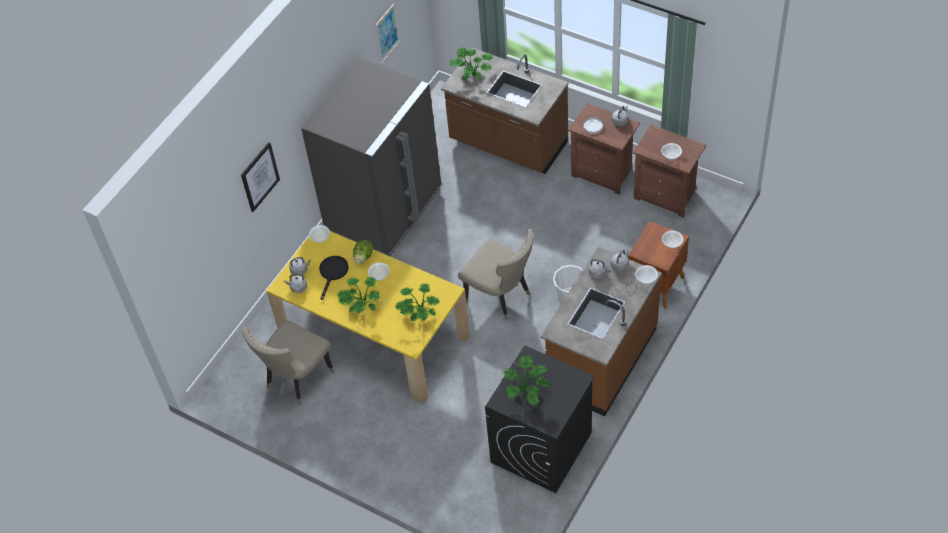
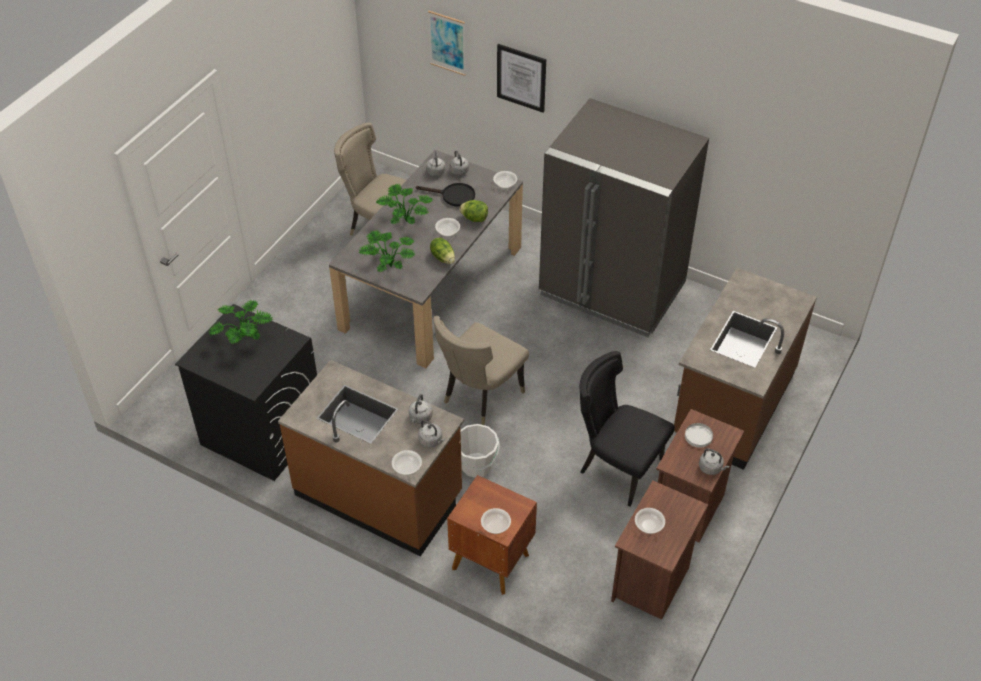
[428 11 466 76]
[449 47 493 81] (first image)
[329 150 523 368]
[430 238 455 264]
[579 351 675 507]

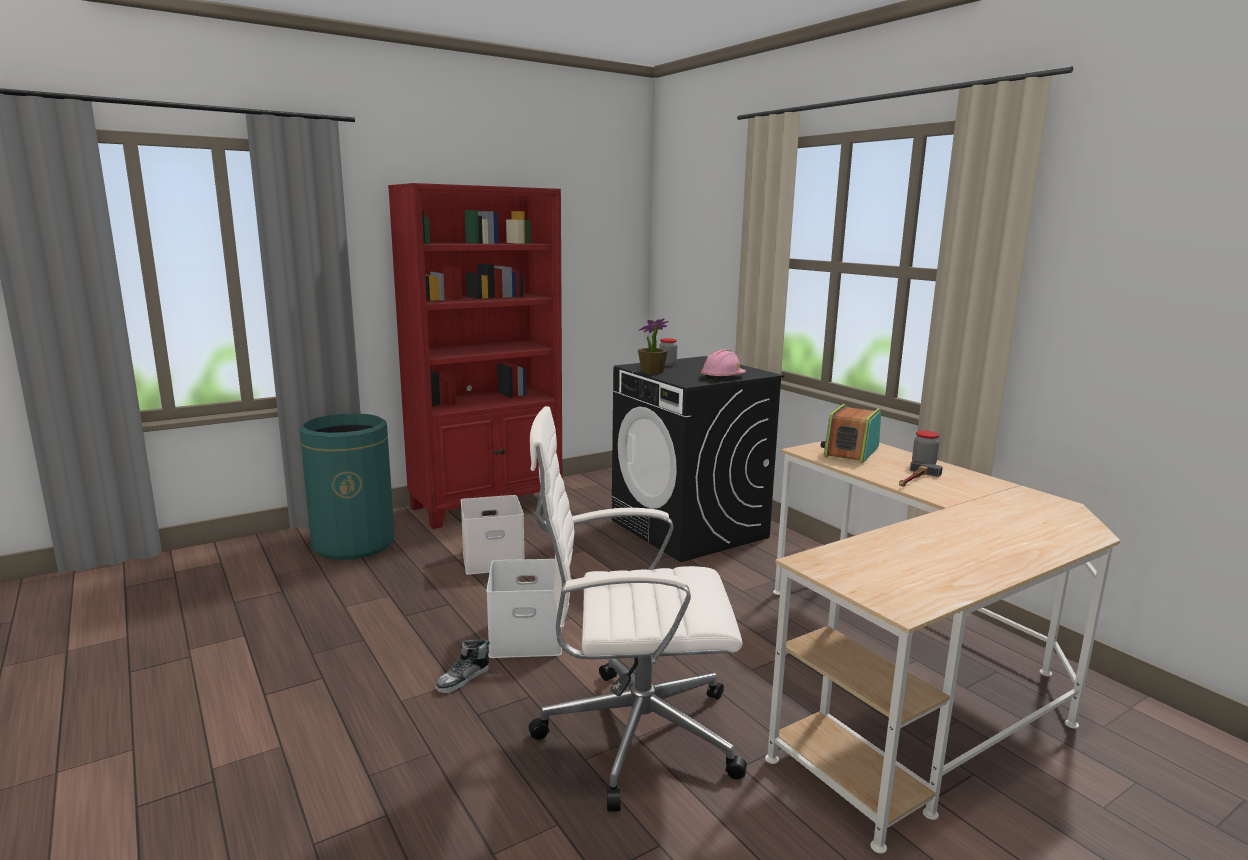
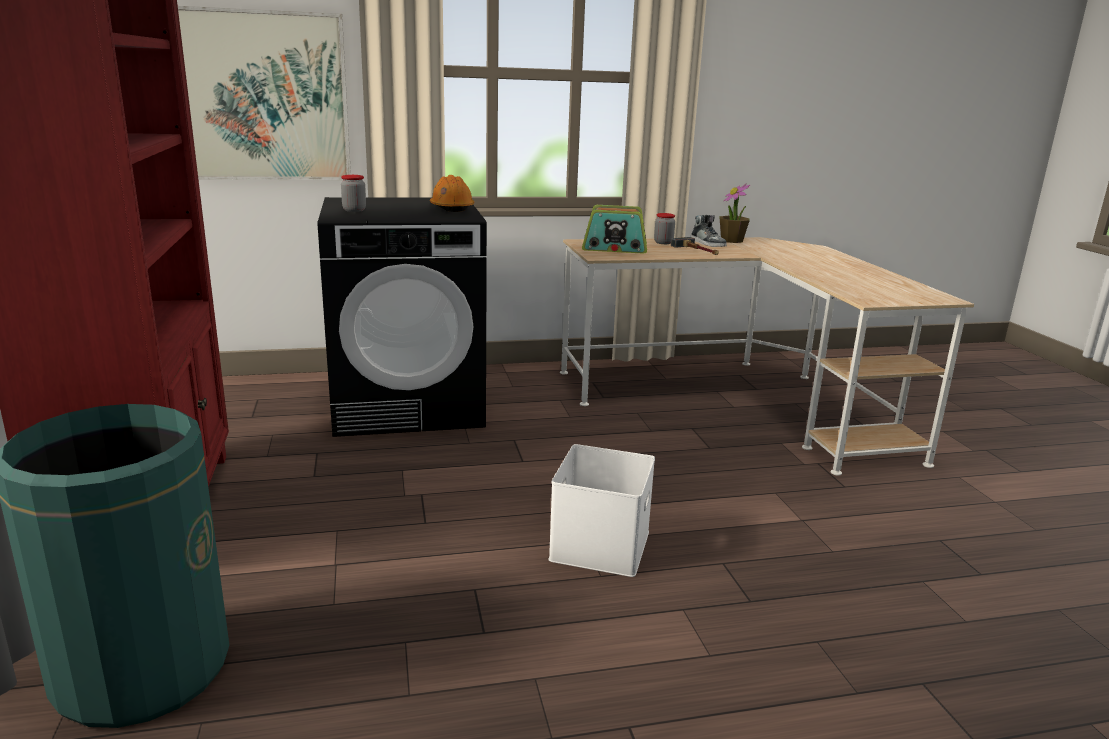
[720 183 750 243]
[430 175 474 212]
[582 205 647 254]
[528 406 747 812] (first image)
[461 495 524 575] (first image)
[691 215 727 247]
[178 6 351 180]

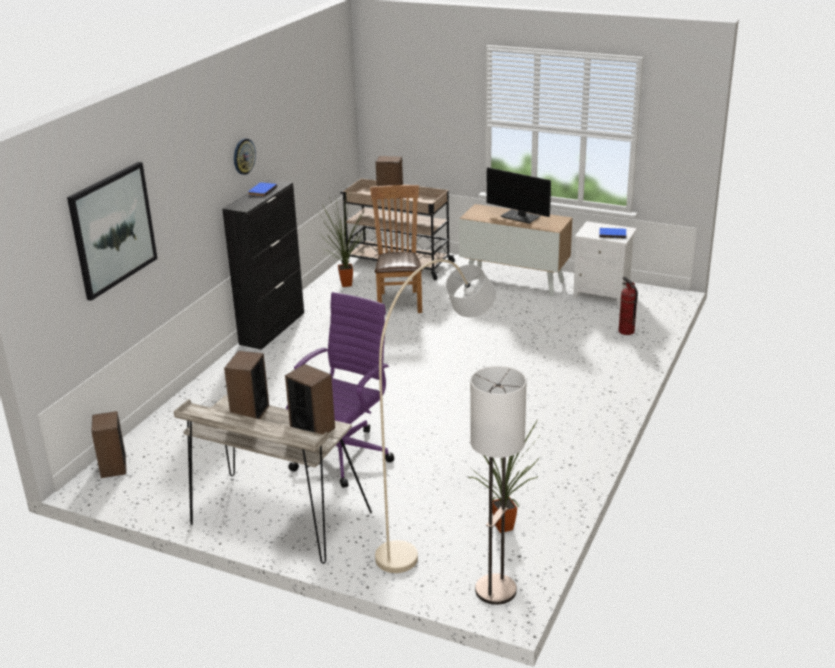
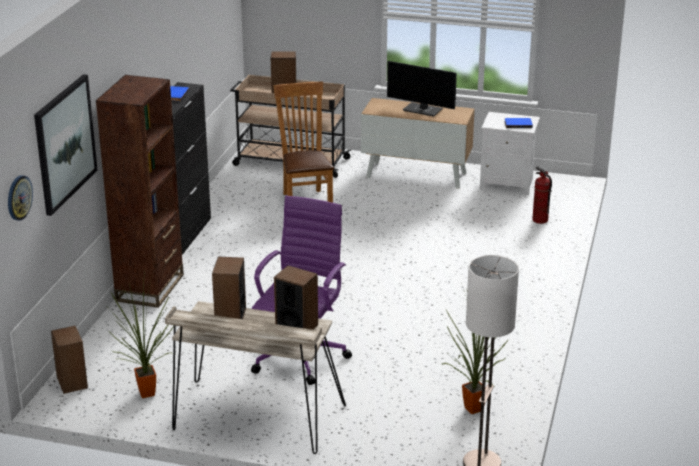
[8 175 33 221]
[108 269 174 398]
[375 259 497 573] (first image)
[96 75 184 308]

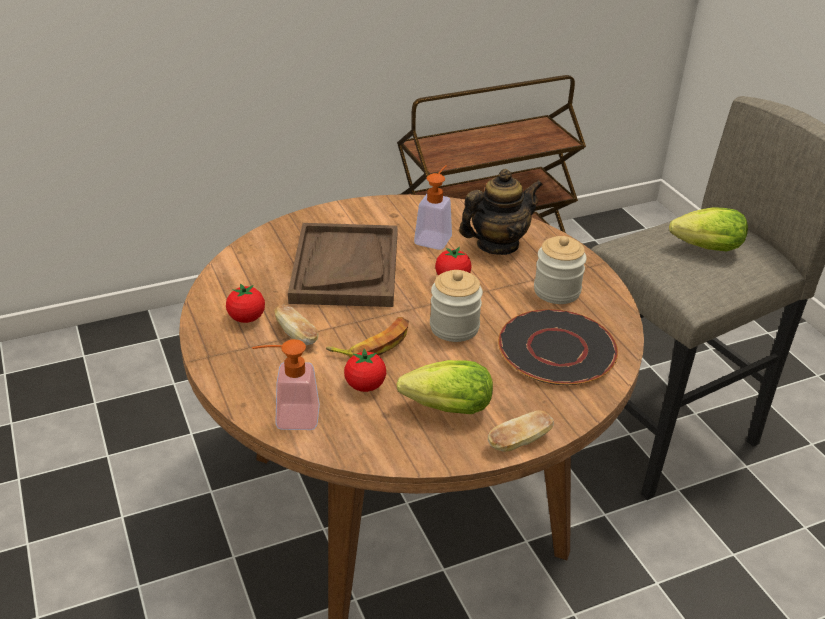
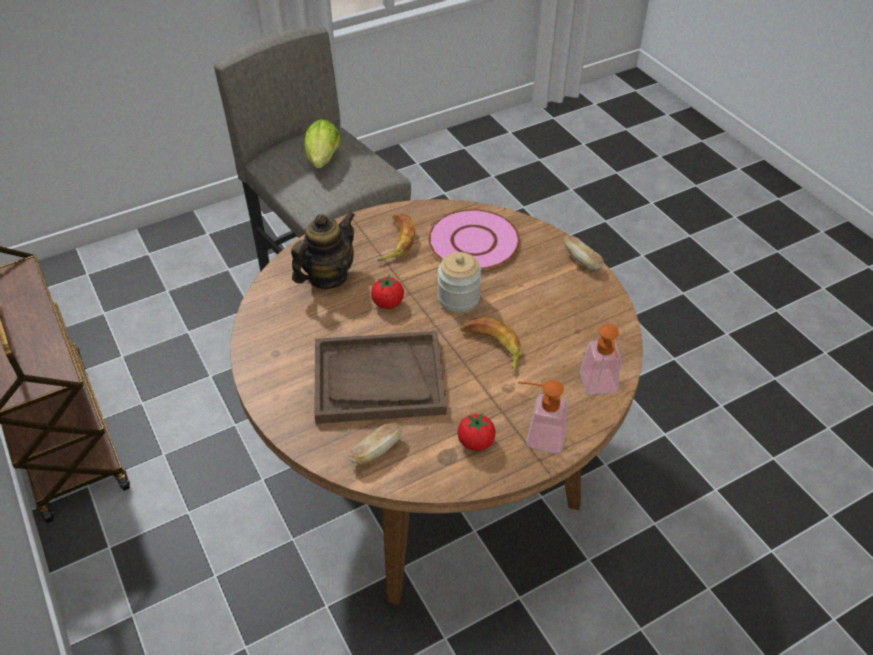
[518 380 567 453]
[291 212 355 289]
[378 214 415 261]
[348 422 402 464]
[428 209 520 270]
[344 348 386 392] (first image)
[396 360 493 414] (first image)

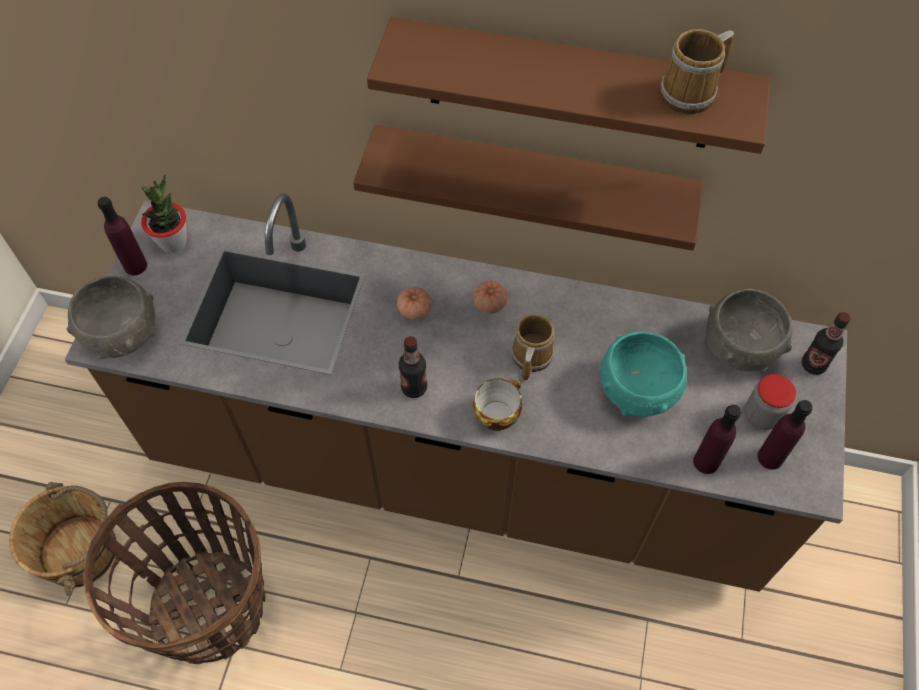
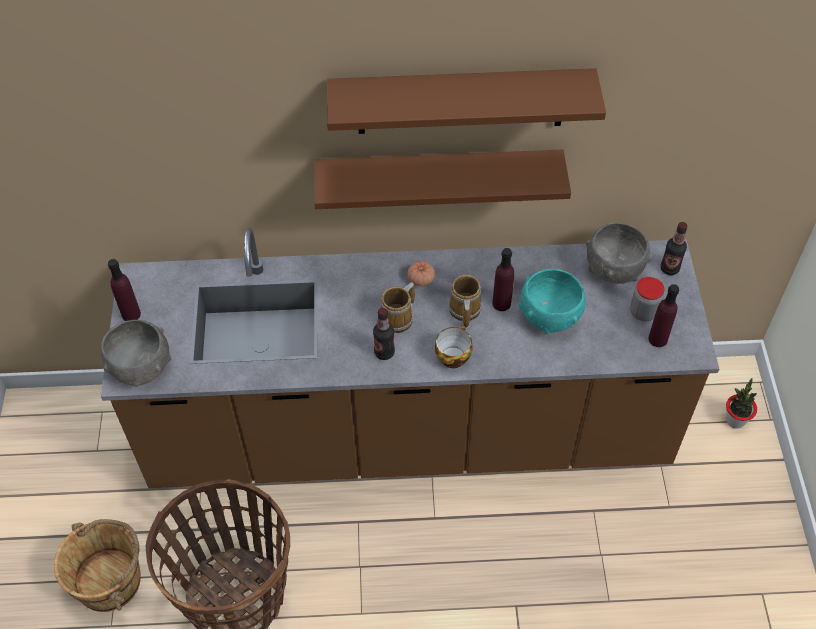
[381 283 415 333]
[726 378 757 428]
[397 287 432 320] (first image)
[492 248 514 311]

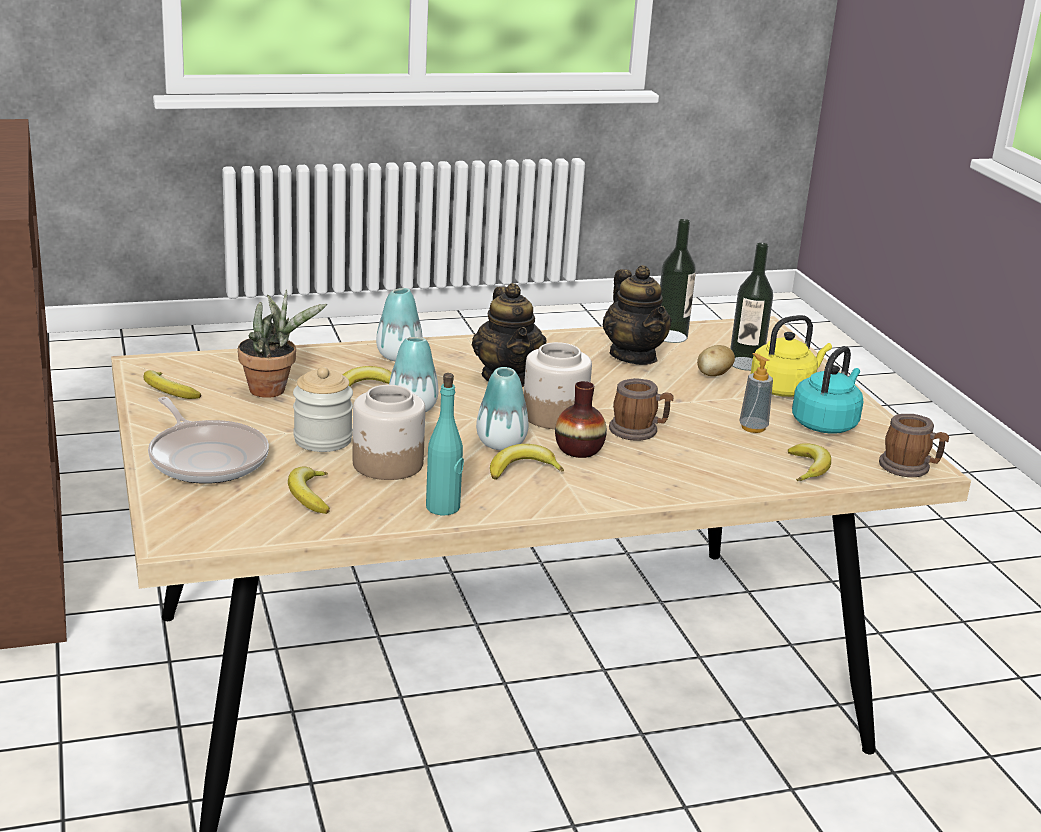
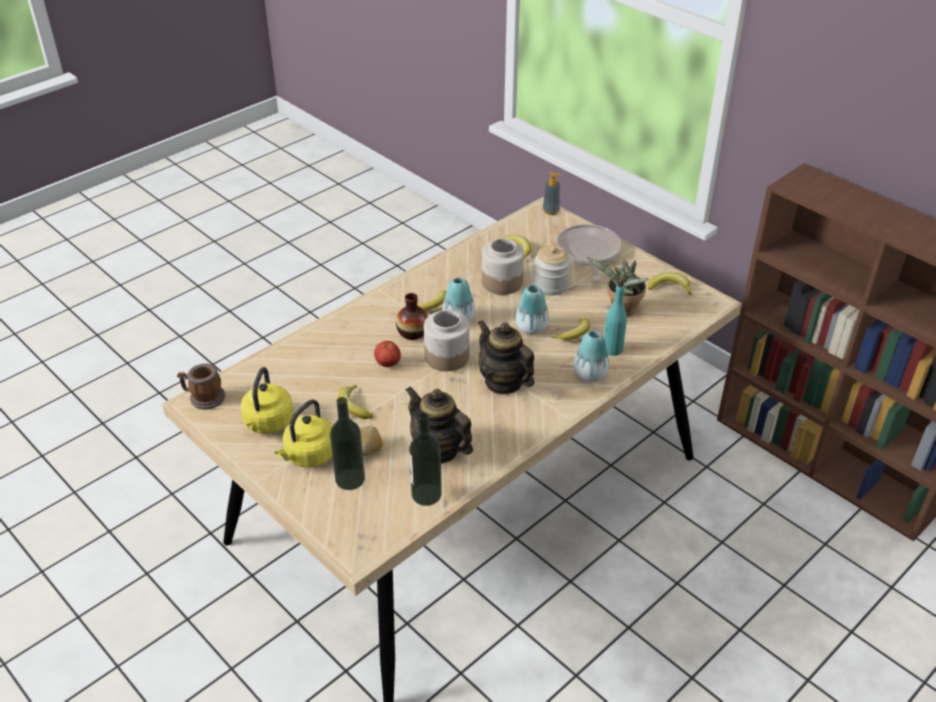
[241 367 294 434]
[543 172 562 215]
[604 278 627 356]
[374 341 401 367]
[556 224 622 280]
[338 385 373 419]

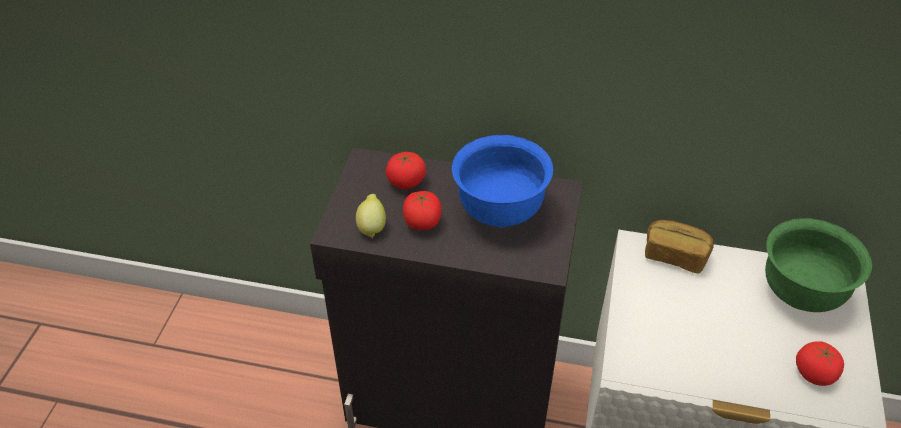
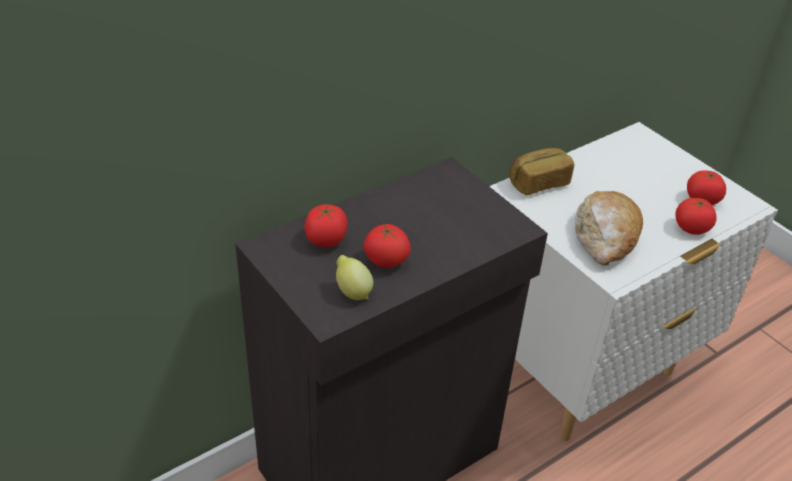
[452 135 553 227] (first image)
[765 218 872 312] (first image)
[575 191 643 266]
[675 198 716 235]

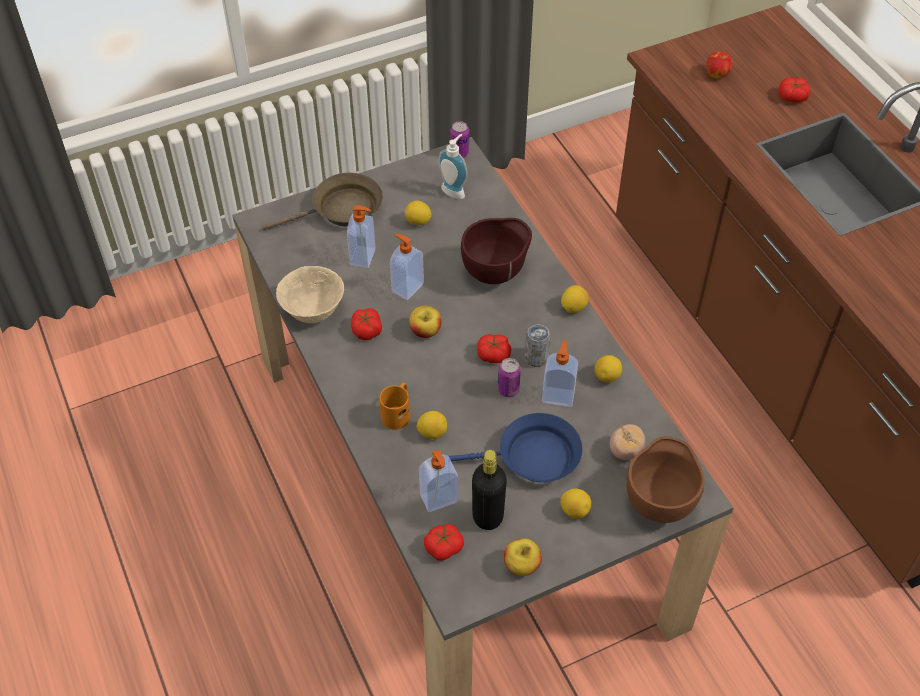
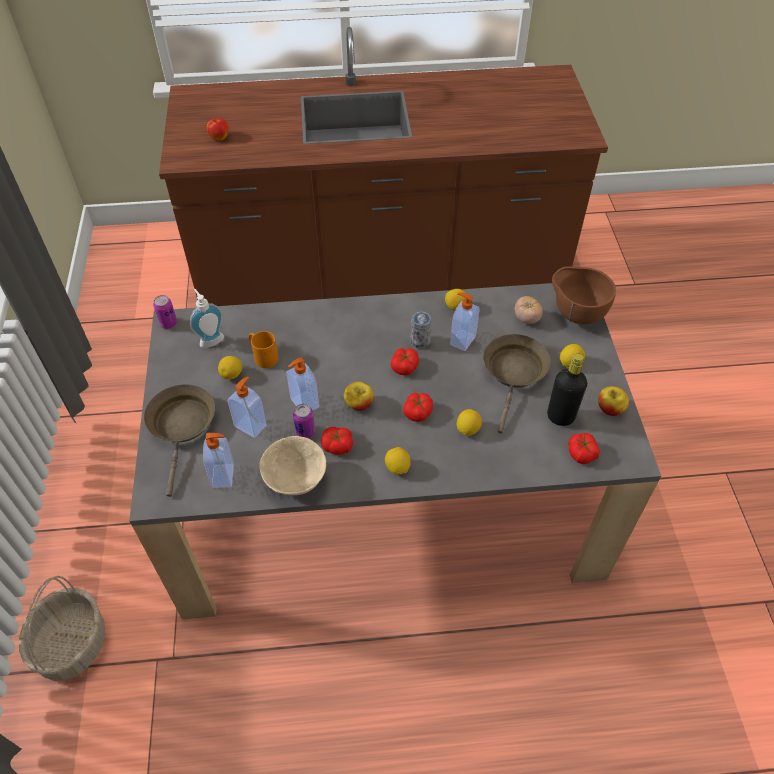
[403 393 433 422]
[461 218 532 284] (first image)
[385 447 410 475]
[293 404 315 439]
[249 331 278 368]
[483 334 551 434]
[203 433 234 488]
[19 576 105 681]

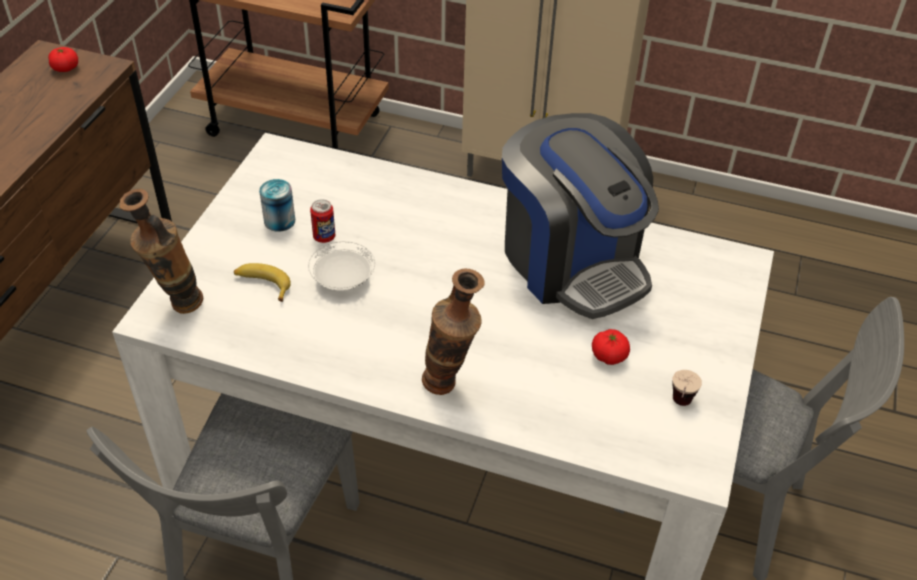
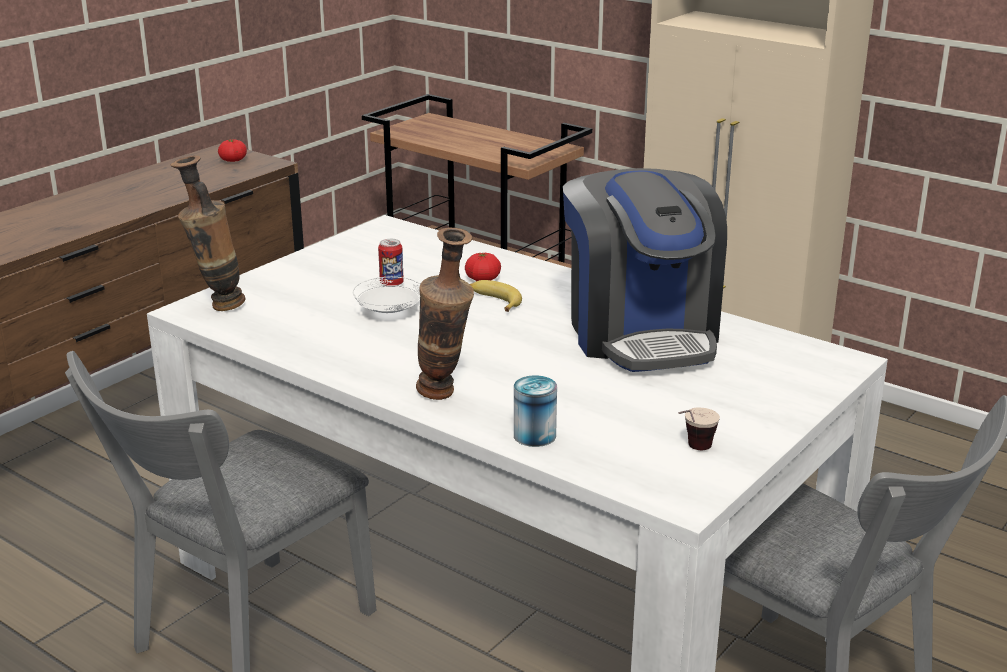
[514 376 557 447]
[470 280 522 312]
[465 253 501 281]

